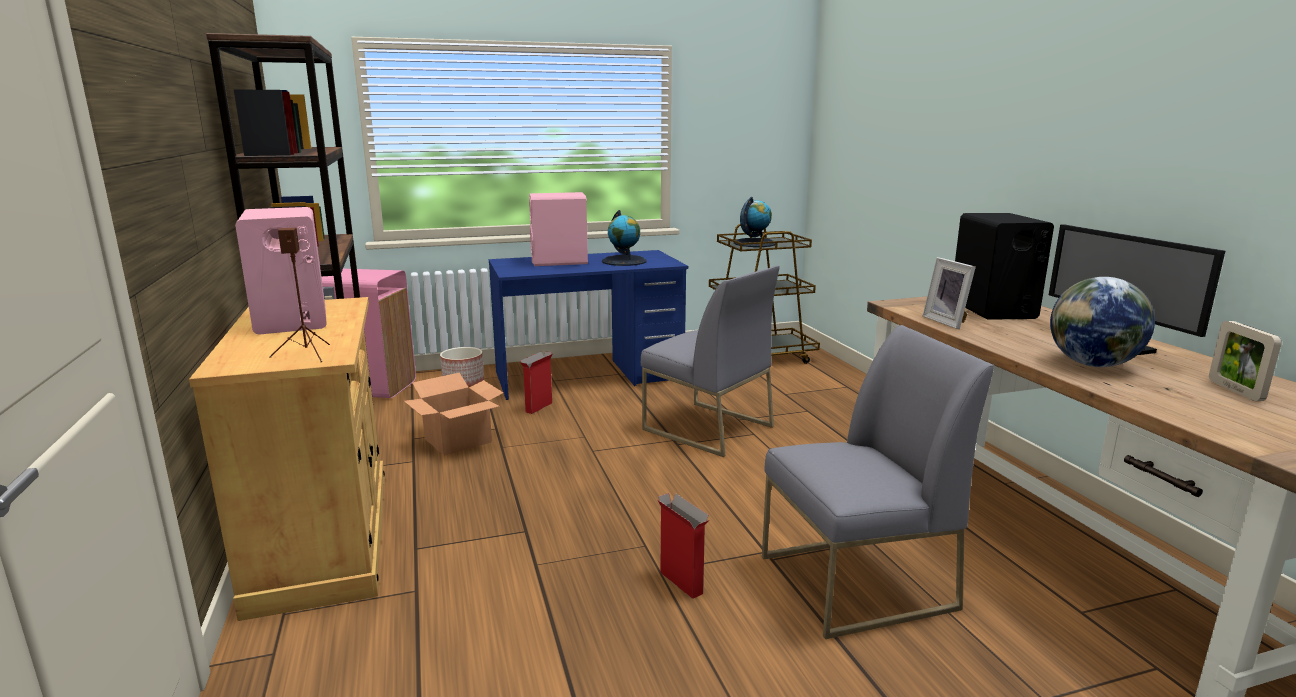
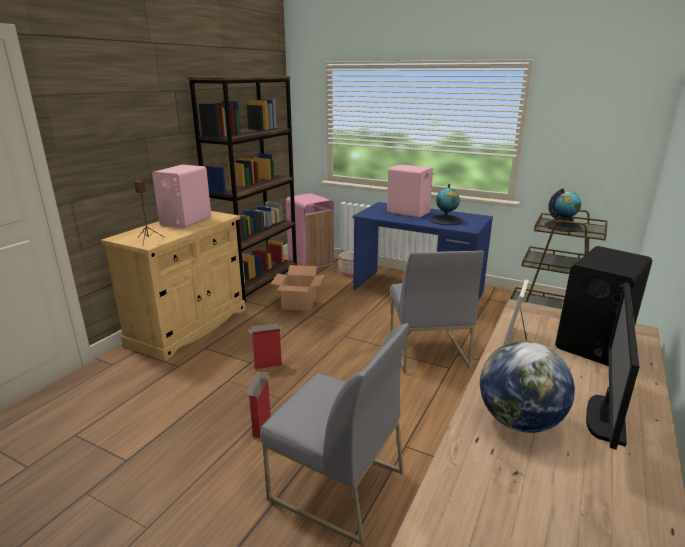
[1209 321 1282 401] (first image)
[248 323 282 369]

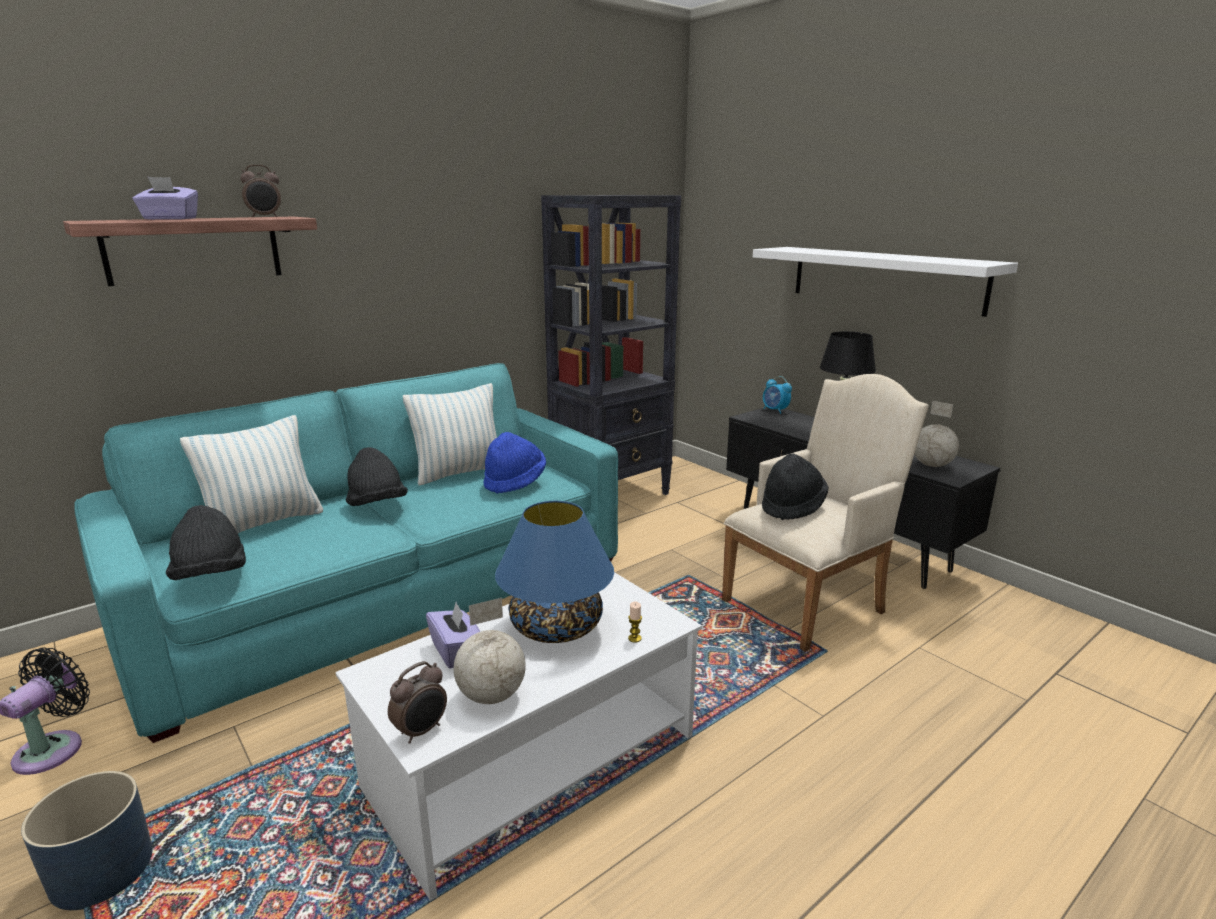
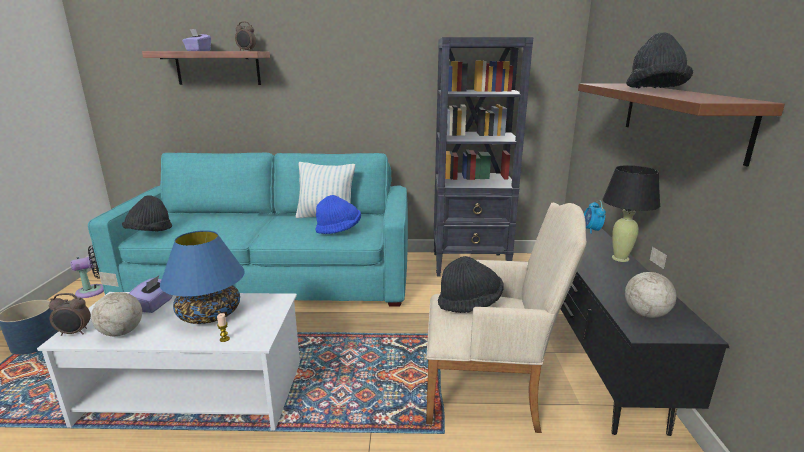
[578 83 785 166]
[180 415 323 533] (first image)
[626 32 693 88]

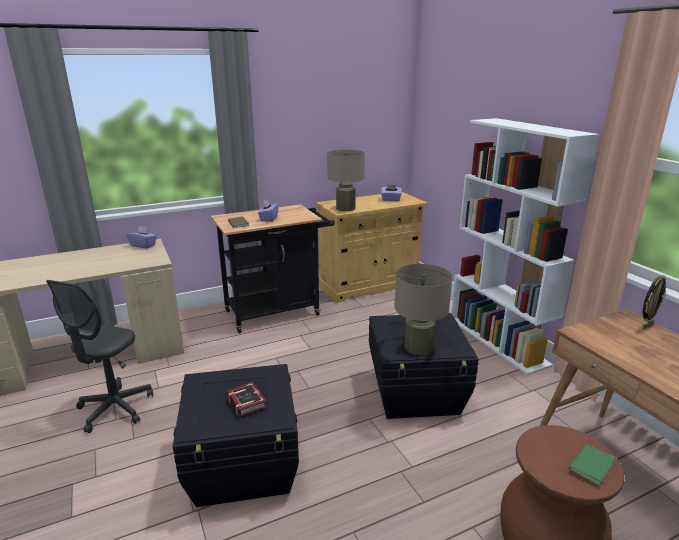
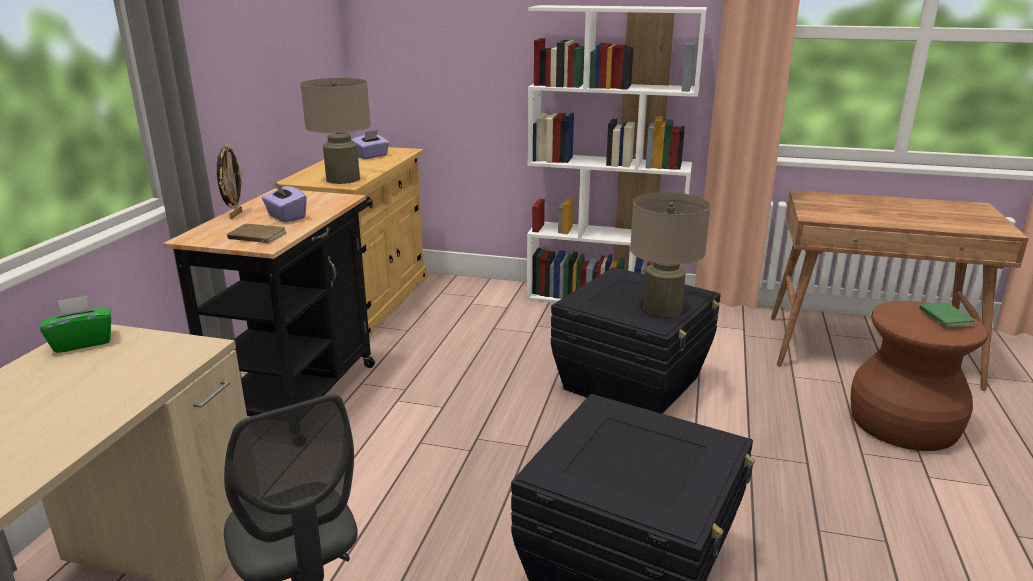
[40 295 111 353]
[217 144 242 219]
[227 382 267 418] (first image)

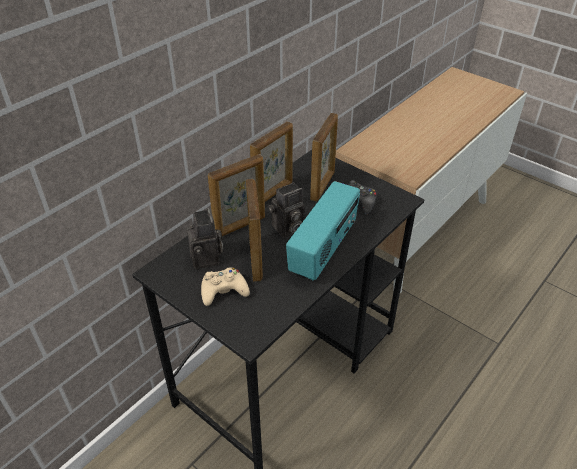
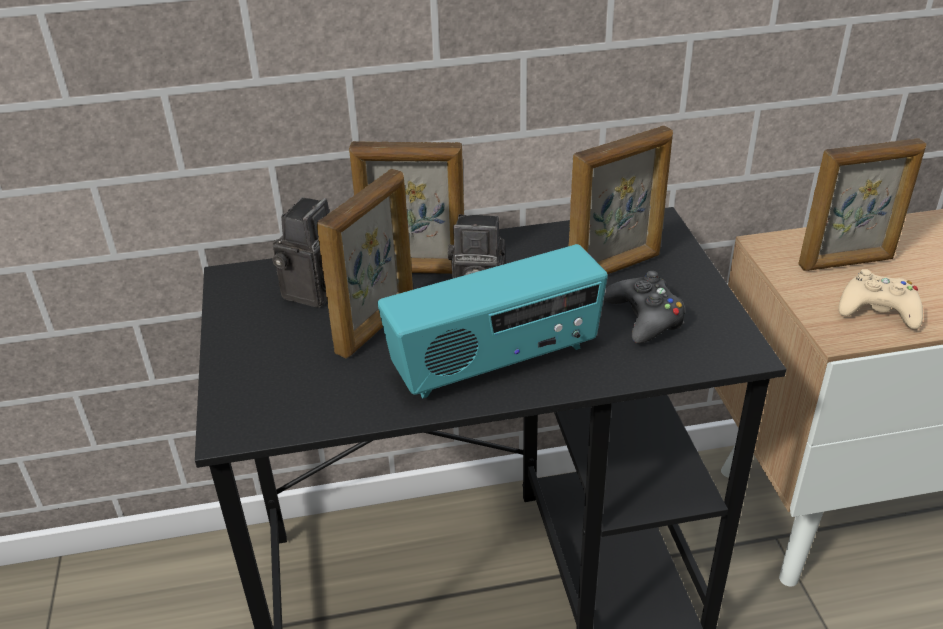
[798 138 926 271]
[839 269 923 330]

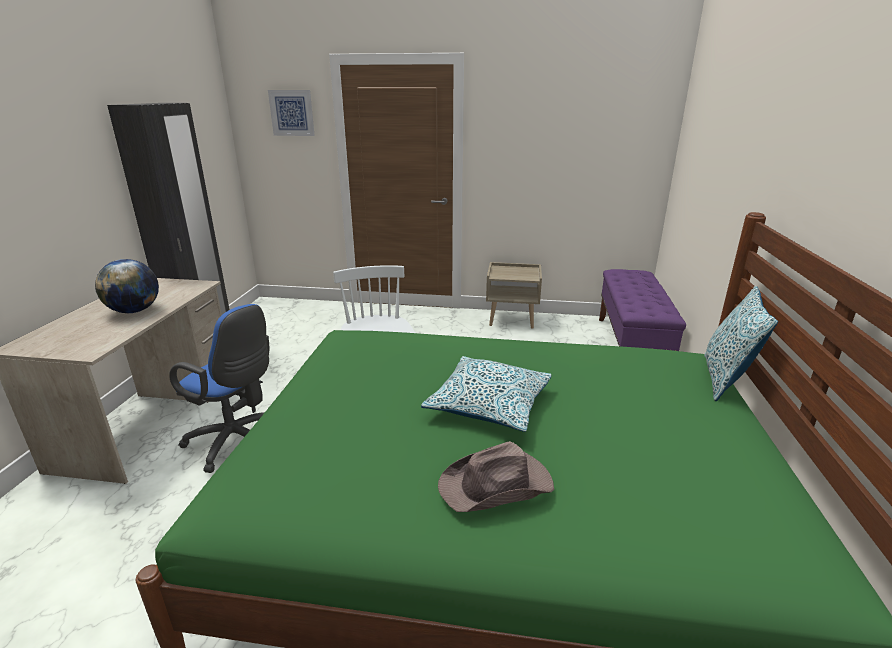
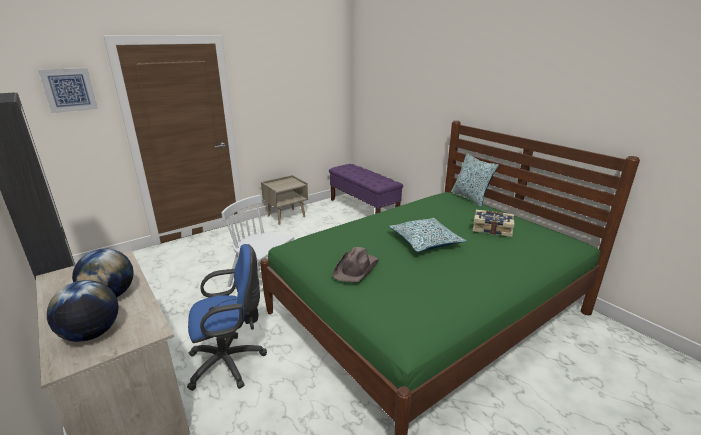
[333 247 380 282]
[473 210 515 237]
[47 280 119 342]

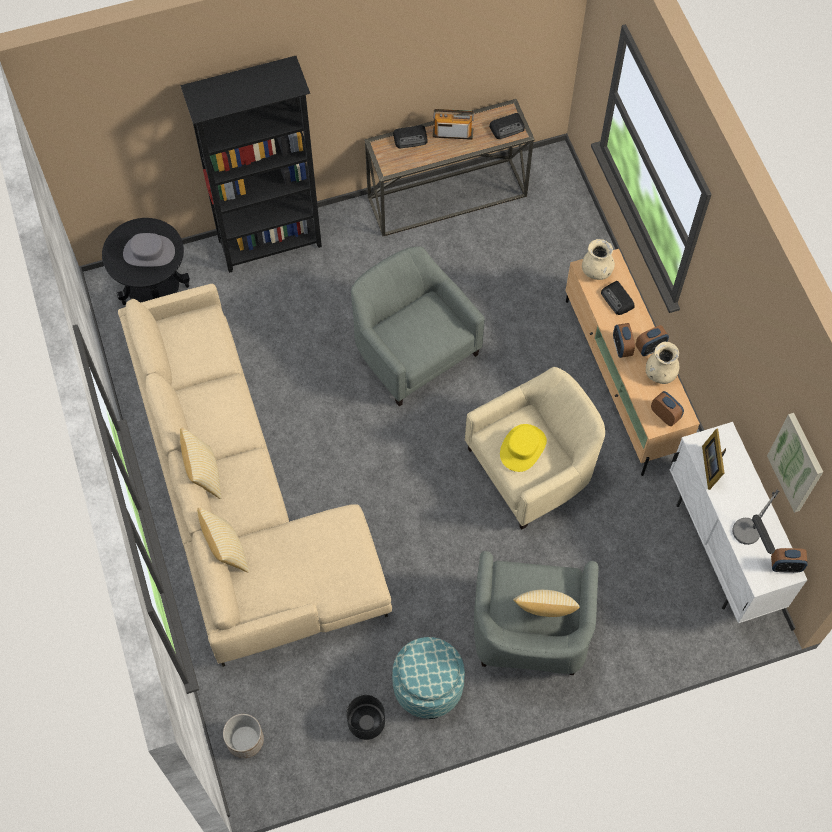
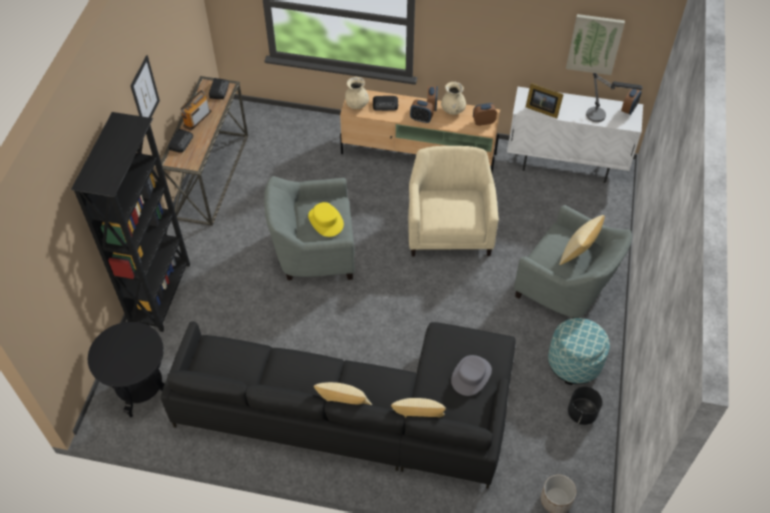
[451 355 492 396]
[161 321 516 489]
[308 202 344 237]
[130 55 160 118]

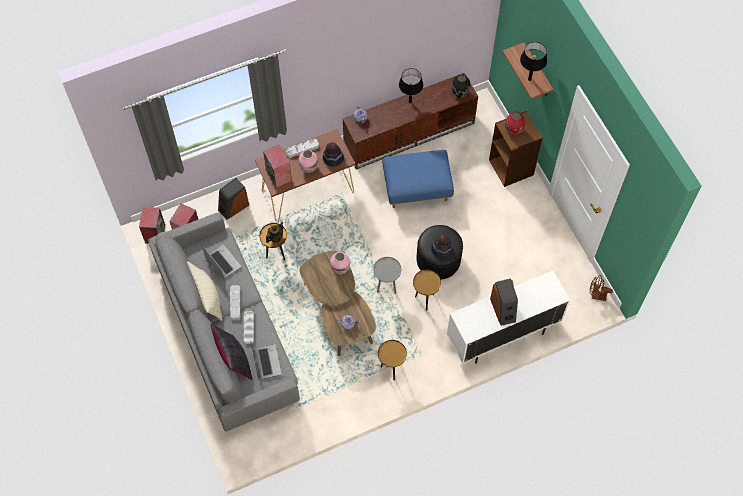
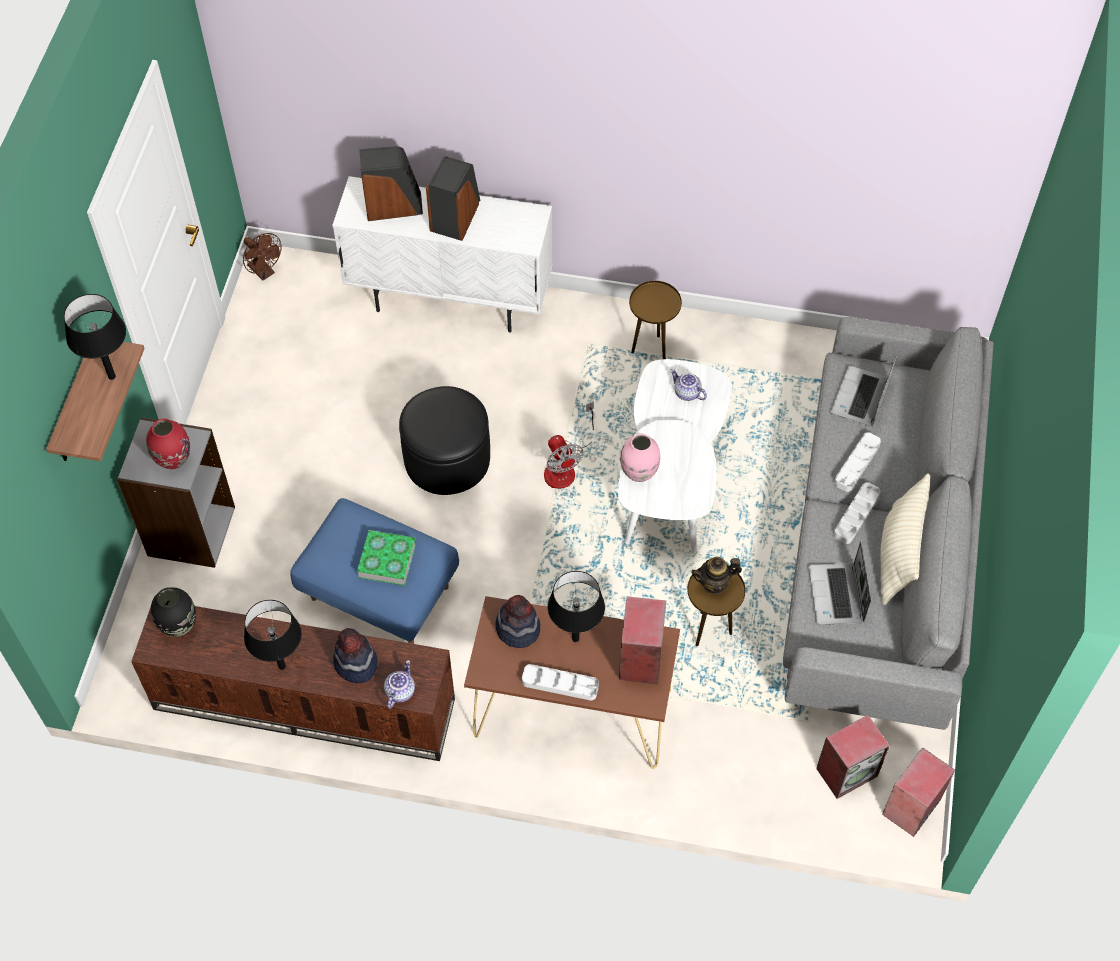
[117 417 235 568]
[548 571 605 642]
[359 146 423 221]
[333 628 378 683]
[618 359 732 552]
[544 402 594 489]
[413 269 441 311] (first image)
[211 323 252 380] (first image)
[357 530 416 586]

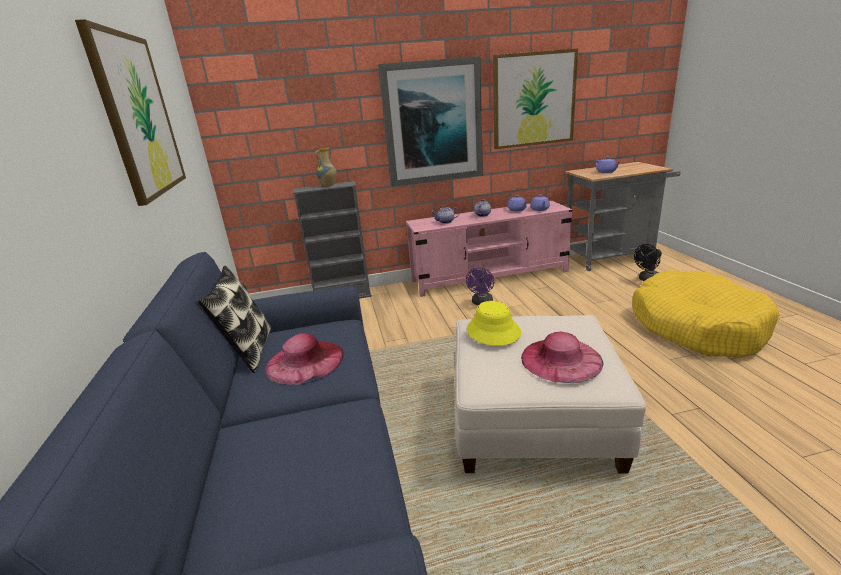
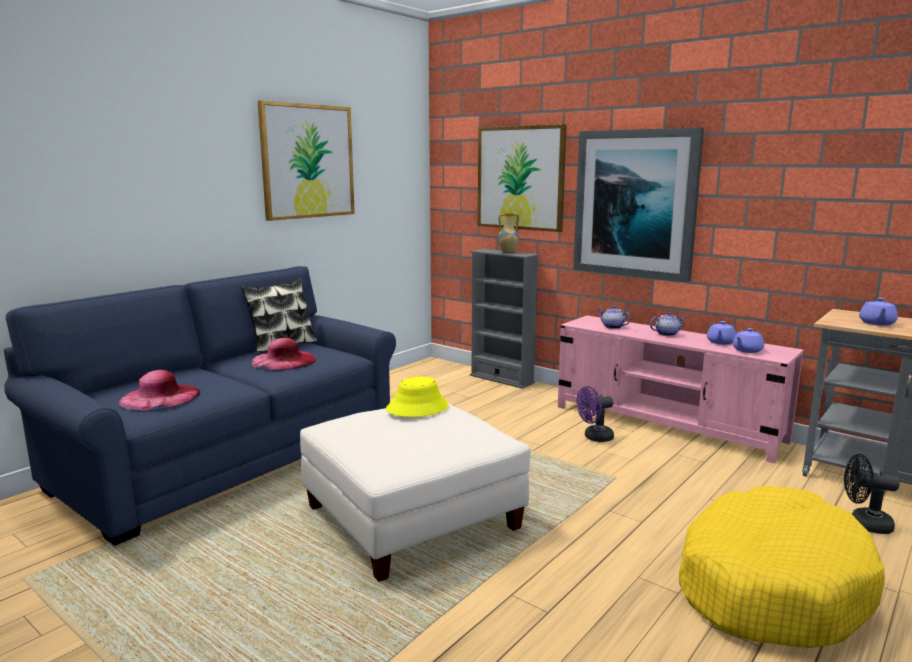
[478 124 567 232]
[119 370 200 411]

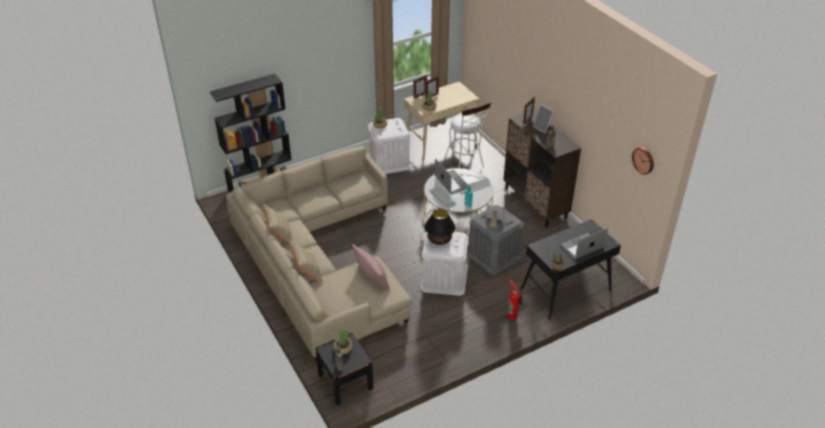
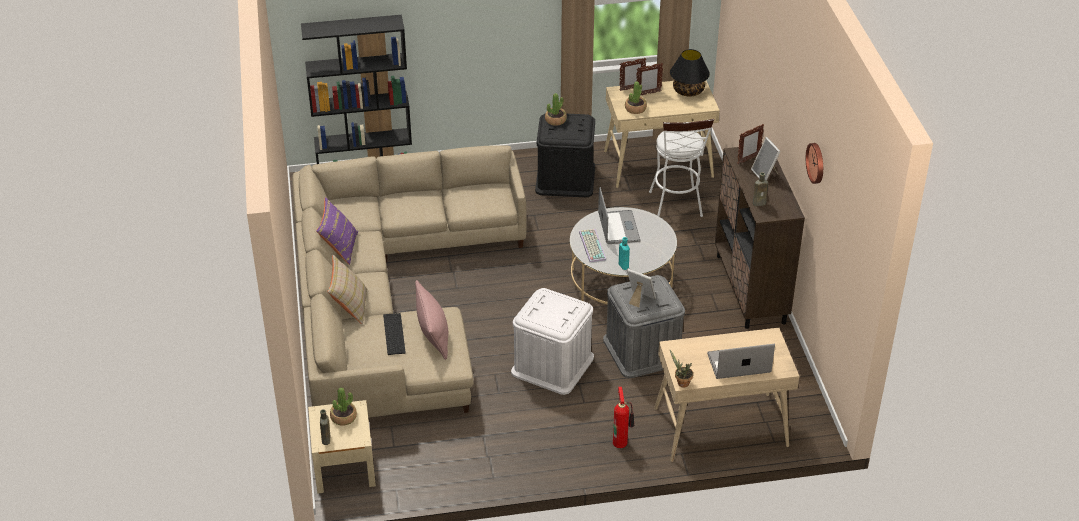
[535 114 595 197]
[806 143 823 184]
[316 197 358 265]
[670 49 710 97]
[654 328 799 462]
[308 400 376 494]
[383 313 406 355]

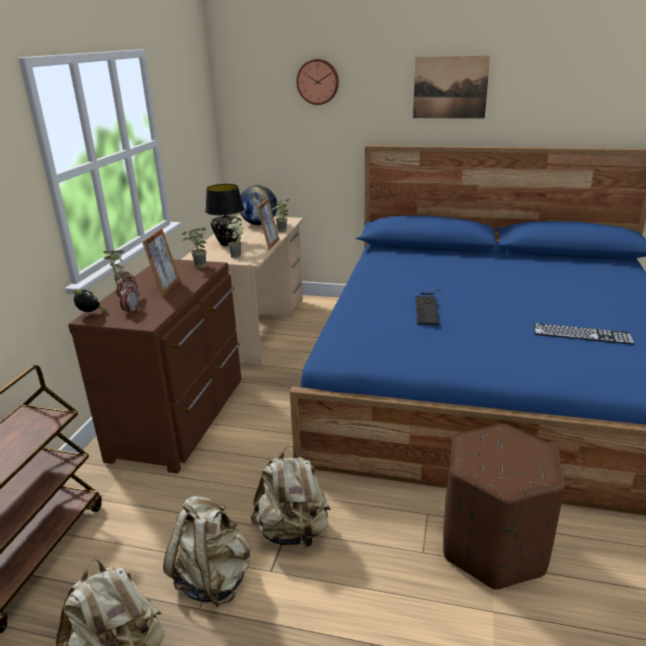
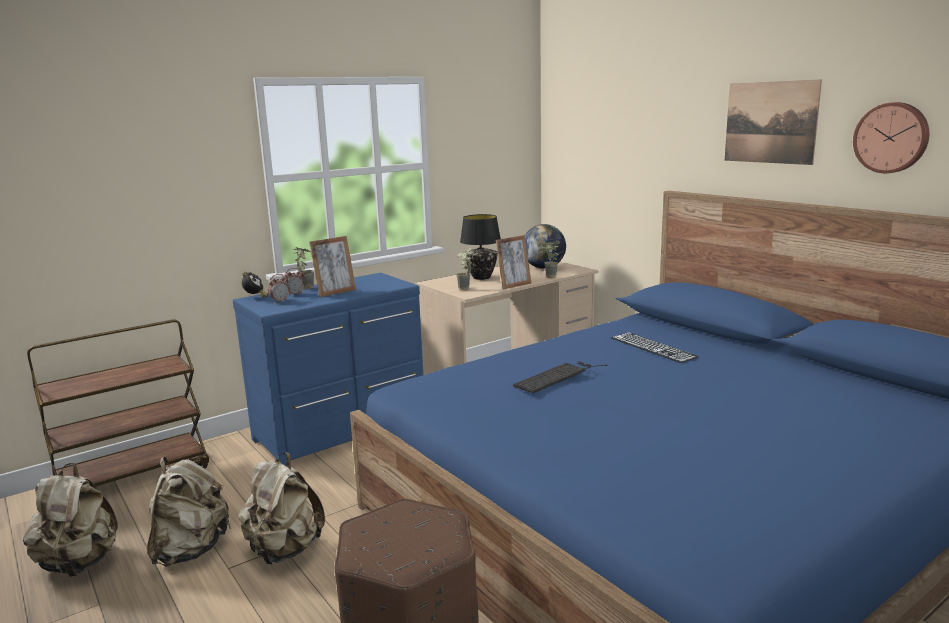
[853 102 929 173]
[182 227 207 268] (first image)
[233 273 423 466]
[611 333 699 363]

